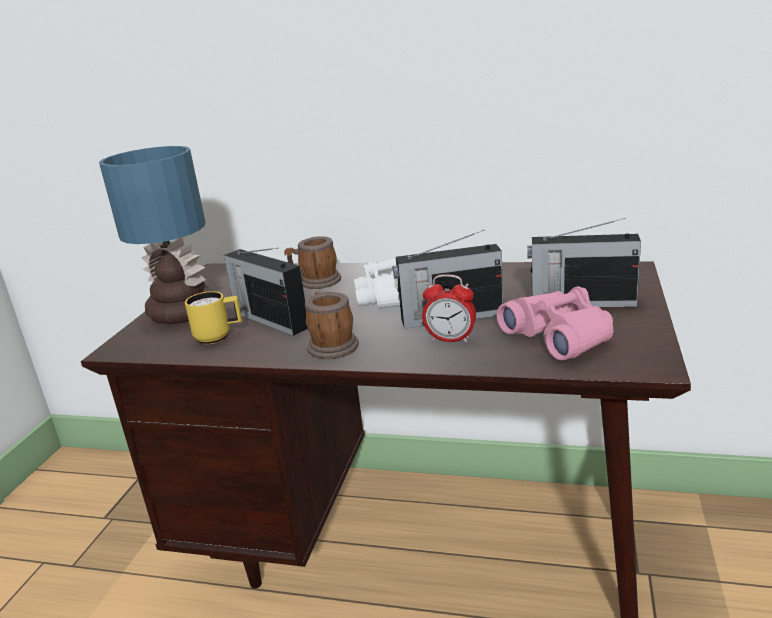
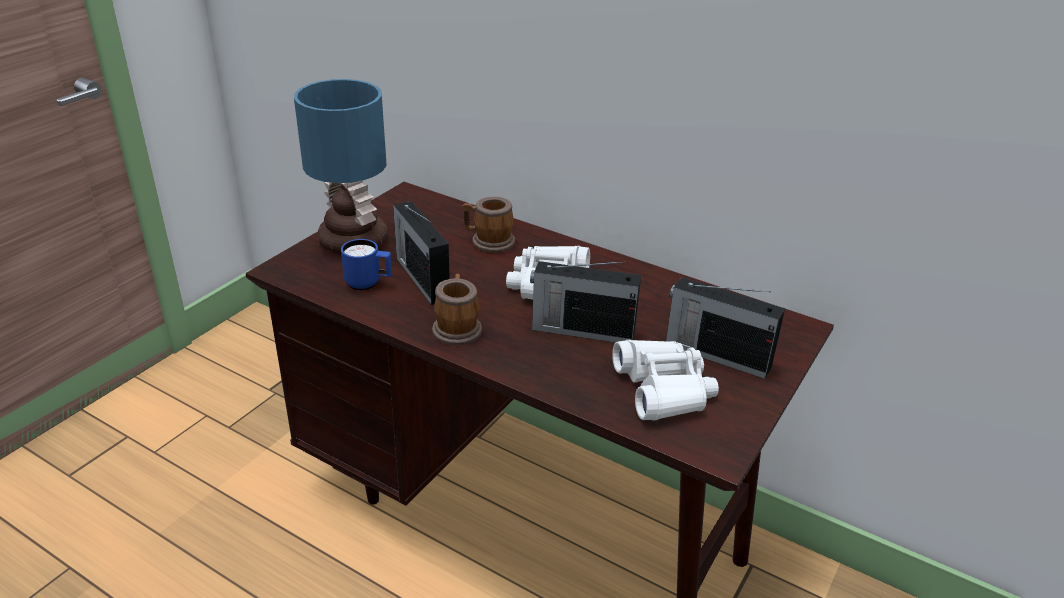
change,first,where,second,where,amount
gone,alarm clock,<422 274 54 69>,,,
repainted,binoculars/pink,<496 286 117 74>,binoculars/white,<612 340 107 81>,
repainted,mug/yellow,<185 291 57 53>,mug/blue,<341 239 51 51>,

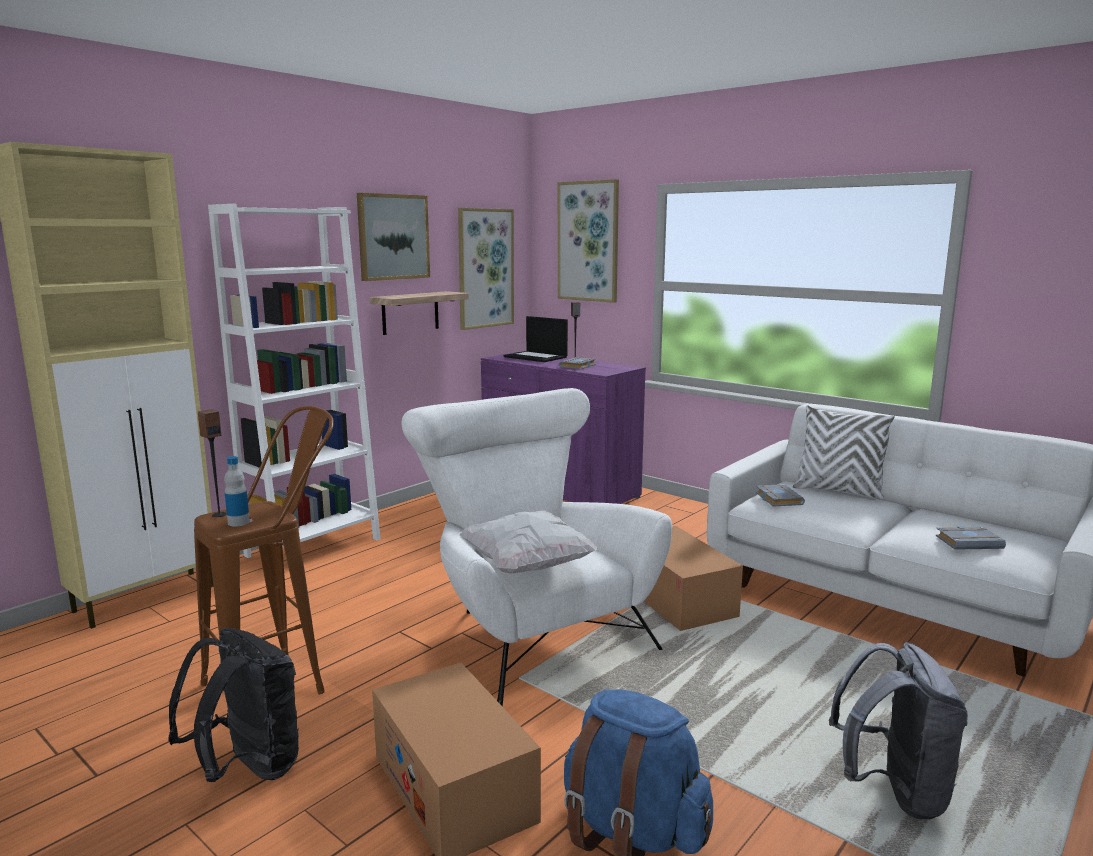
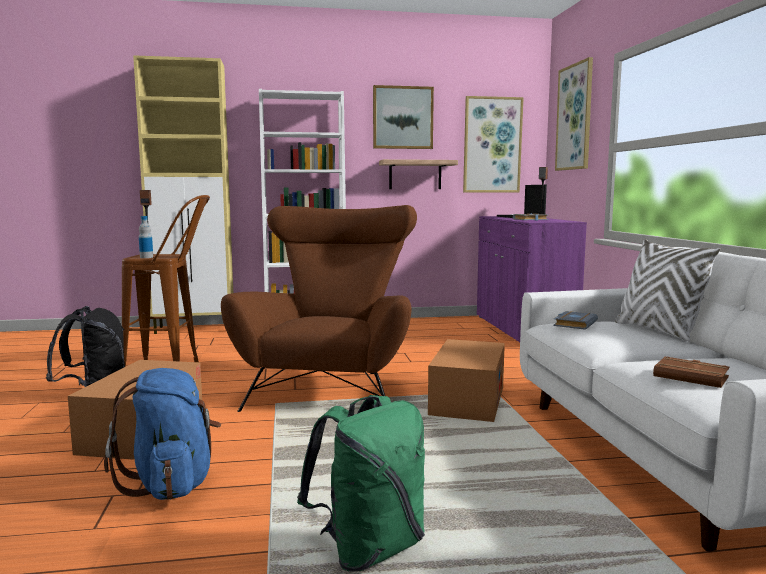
change,first,where,second,where,amount
repainted,armchair/white,<402 388 270 318>,armchair/brown,<221 205 196 207>,
gone,pillow/white,<459 510 138 63>,,,
repainted,book/grey,<936 526 70 24>,book/brown,<653 357 77 31>,
repainted,backpack/grey,<829 642 139 178>,backpack/green,<297 395 128 177>,

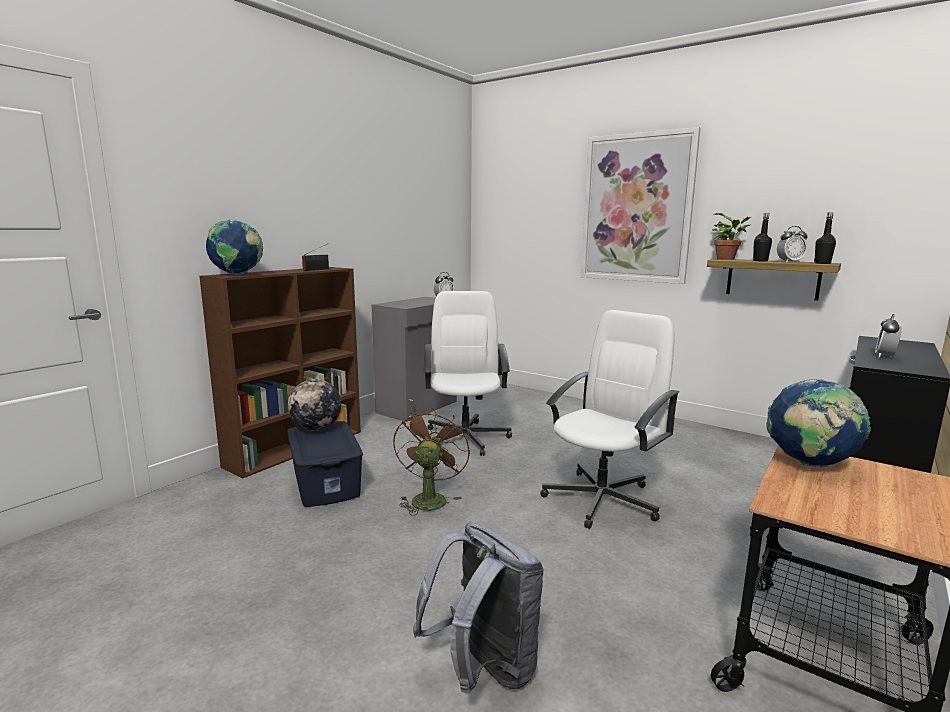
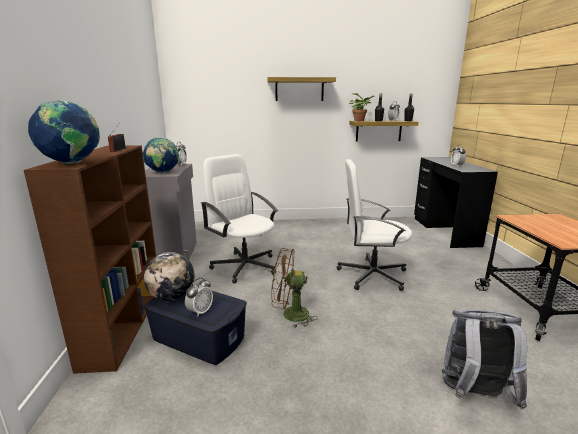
change,first,where,second,where,amount
swapped,picture,<581 127 120 157>,shelf,<267 77 69 24>,
rotated,office chair/white,<540 310 139 219>,,<337 159 75 132>,90 degrees counterclockwise
shifted,globe,<766 379 105 89>,,<143 138 36 35>,
rotated,fan/brown,<393 407 77 109>,,<271 248 47 80>,60 degrees counterclockwise
new,,,alarm clock,<185 278 28 39>,

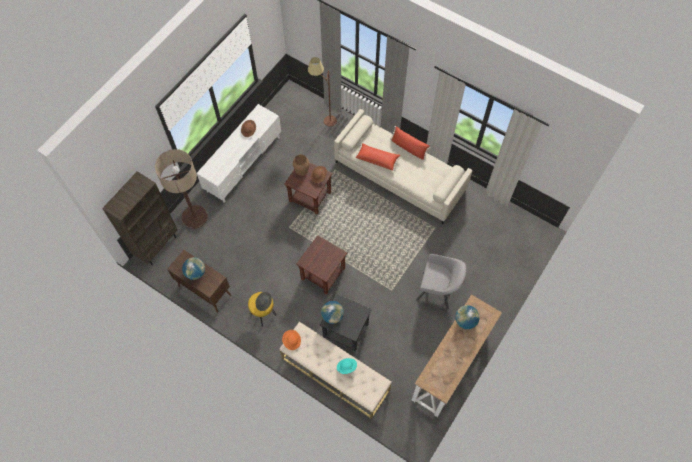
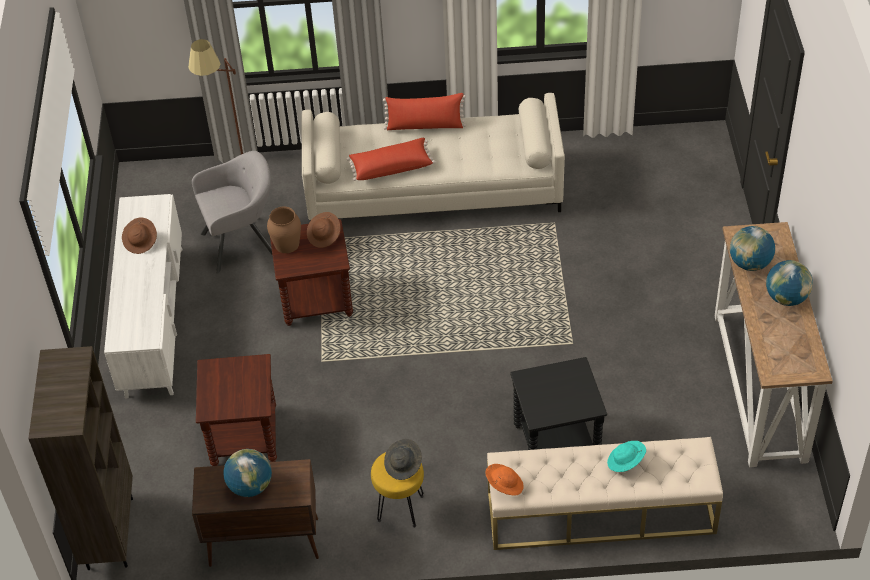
change,first,where,second,where,amount
gone,floor lamp,<155 149 53 80>,,,
shifted,side table/brown,<297 235 50 59>,,<196 354 81 112>,
shifted,armchair/grey,<416 254 50 55>,,<192 151 80 123>,
shifted,globe,<321 301 23 23>,,<766 260 47 46>,

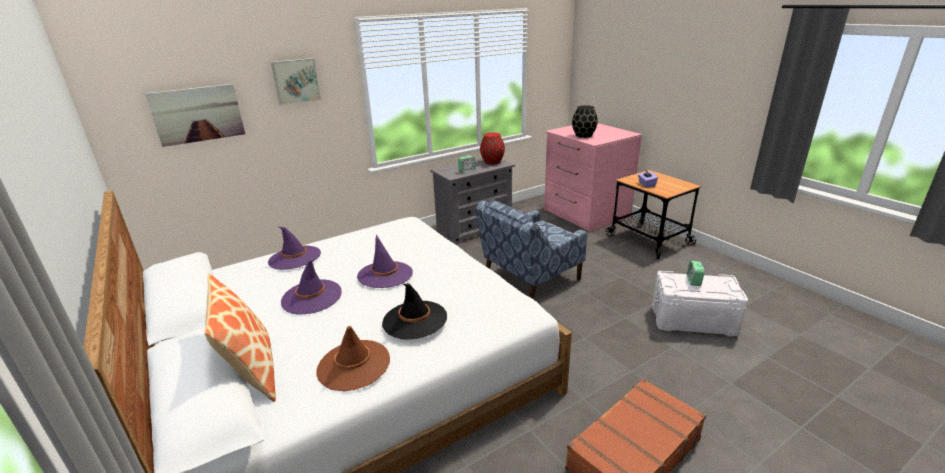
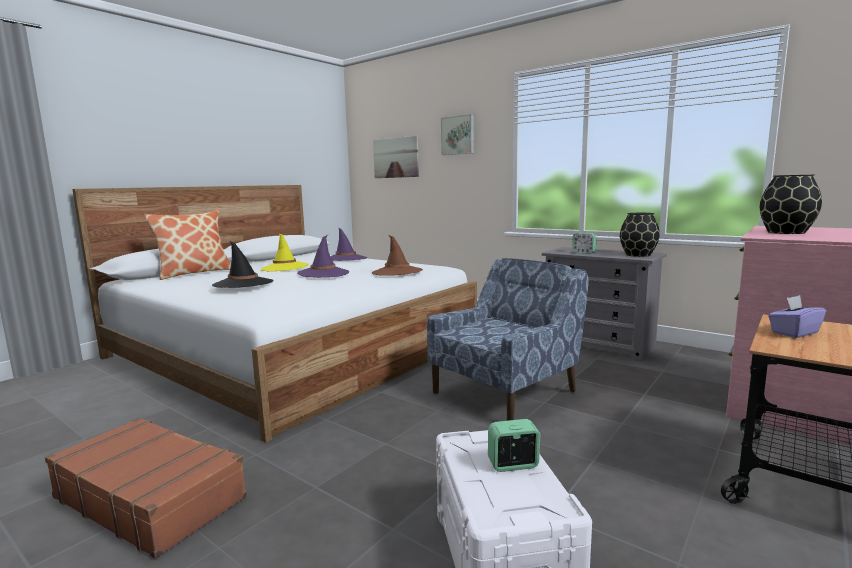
change,first,where,second,where,amount
repainted,vase/red,<480 133 25 31>,vase/black,<620 213 40 44>,
rotated,armchair/blue,<476 200 111 99>,,<427 258 162 163>,105 degrees clockwise
repainted,hat/purple,<281 261 61 54>,hat/yellow,<260 234 49 37>,
shifted,hat/brown,<316 326 74 65>,,<372 235 51 41>,

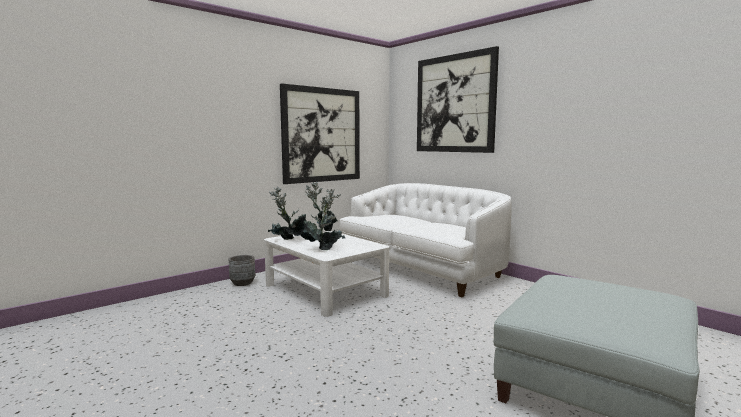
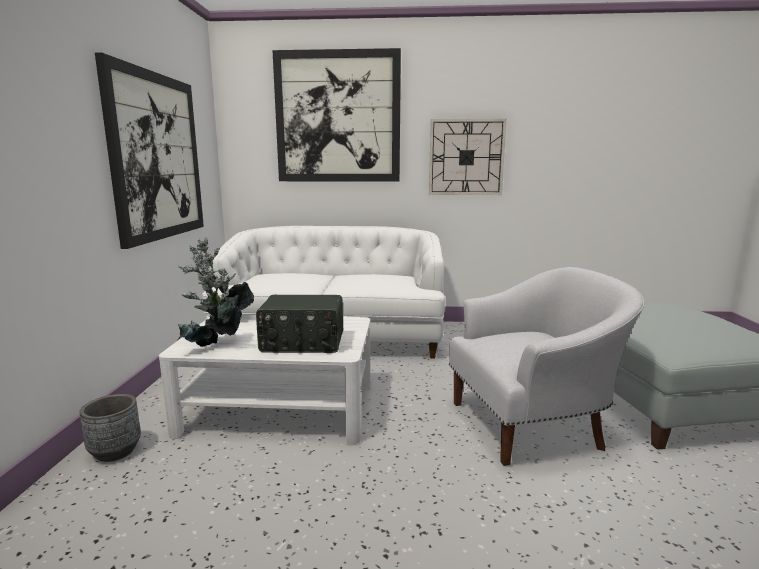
change,first,where,second,where,amount
swapped,potted plant,<300 189 46 61>,radio,<256 295 87 58>,
new,,,wall clock,<429 119 77 76>,
new,,,armchair/white,<449 267 195 199>,

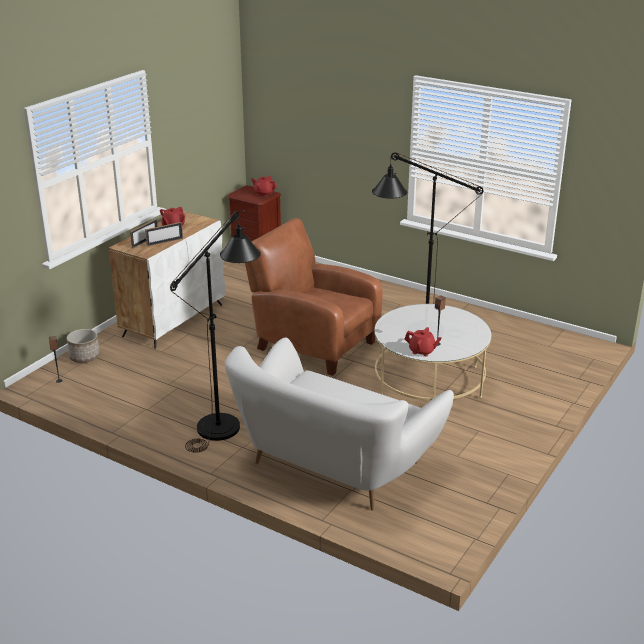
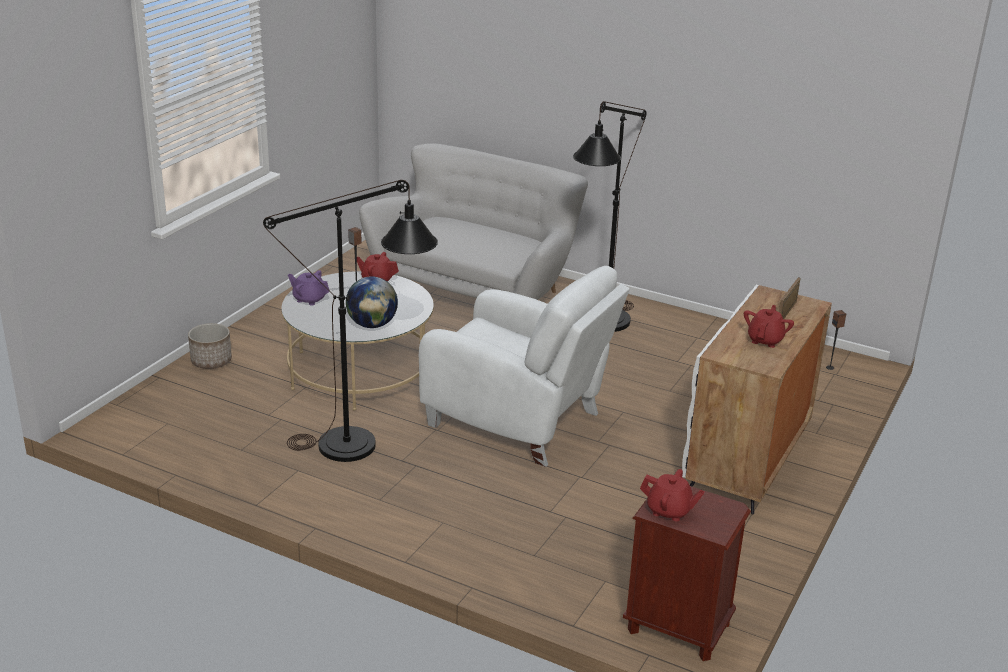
change,first,where,second,where,amount
repainted,armchair/brown,<245 218 138 158>,armchair/white,<419 266 211 201>,
gone,picture frame,<145 222 38 24>,,,
shifted,planter,<67 329 33 34>,,<188 323 44 46>,
new,,,teapot/purple,<288 270 41 36>,
new,,,globe,<346 276 52 52>,

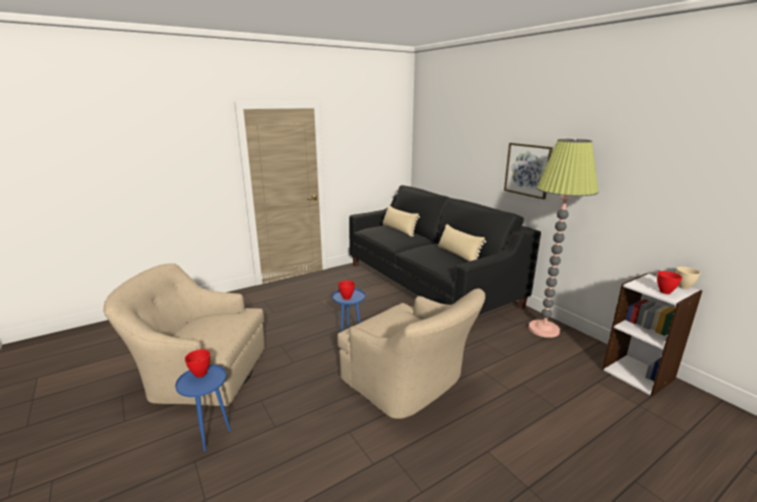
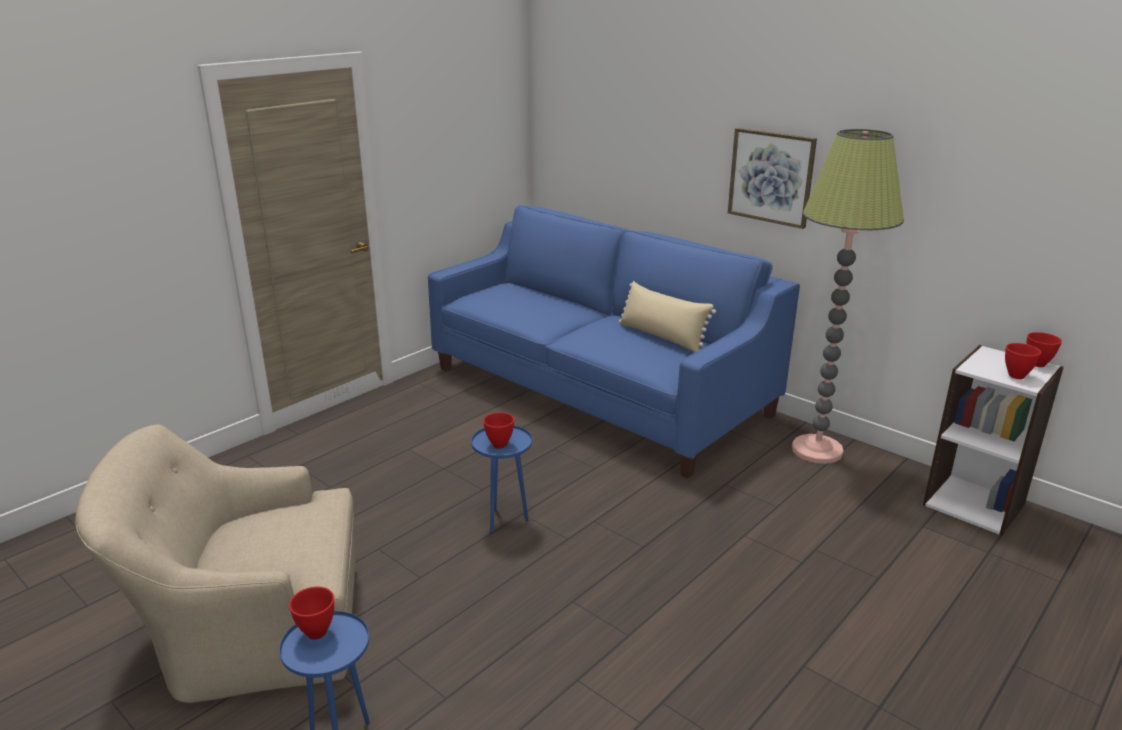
change,first,where,second,where,amount
repainted,sofa/black,<349 185 192 130>,sofa/blue,<428 205 372 273>,
gone,pillow/beige,<382 205 38 32>,,,
repainted,bowl/beige,<676 267 25 22>,bowl/red,<1026 332 36 35>,
gone,armchair/beige,<337 289 148 130>,,,

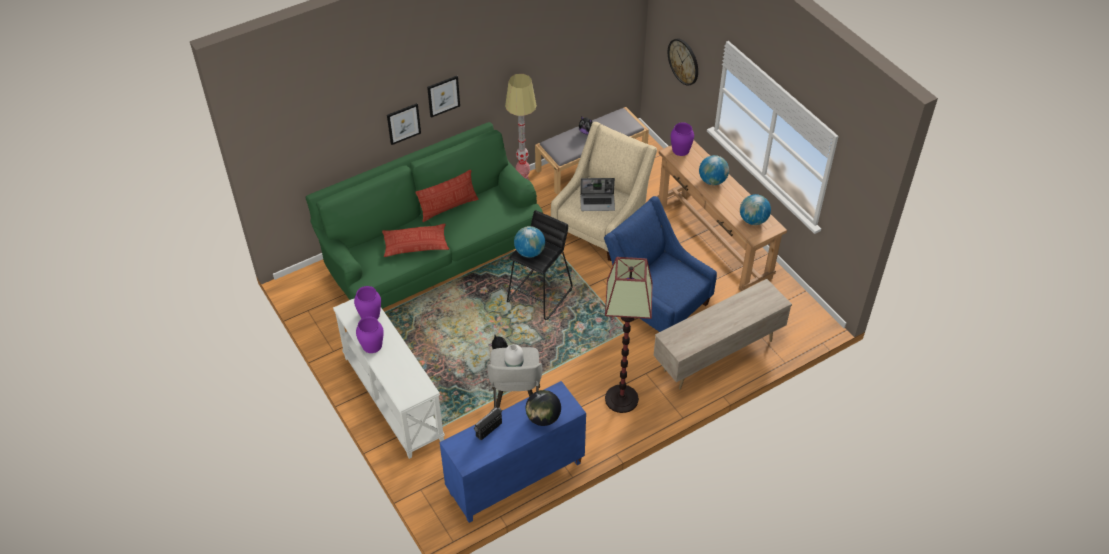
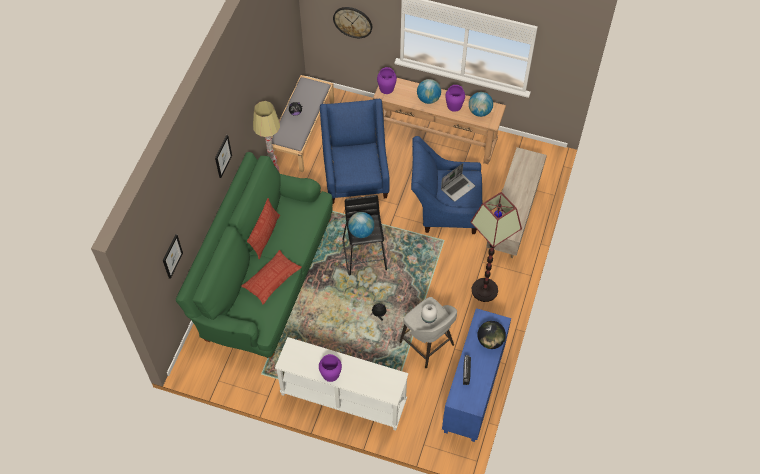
change,first,where,second,where,amount
shifted,picture,<387 103 34 42>,,<163 234 20 45>,
repainted,armchair/beige,<551 122 106 139>,armchair/blue,<320 99 70 105>,
shifted,laptop,<580 178 35 33>,,<441 163 34 39>,
shifted,vase/purple,<354 286 27 33>,,<445 85 20 27>,

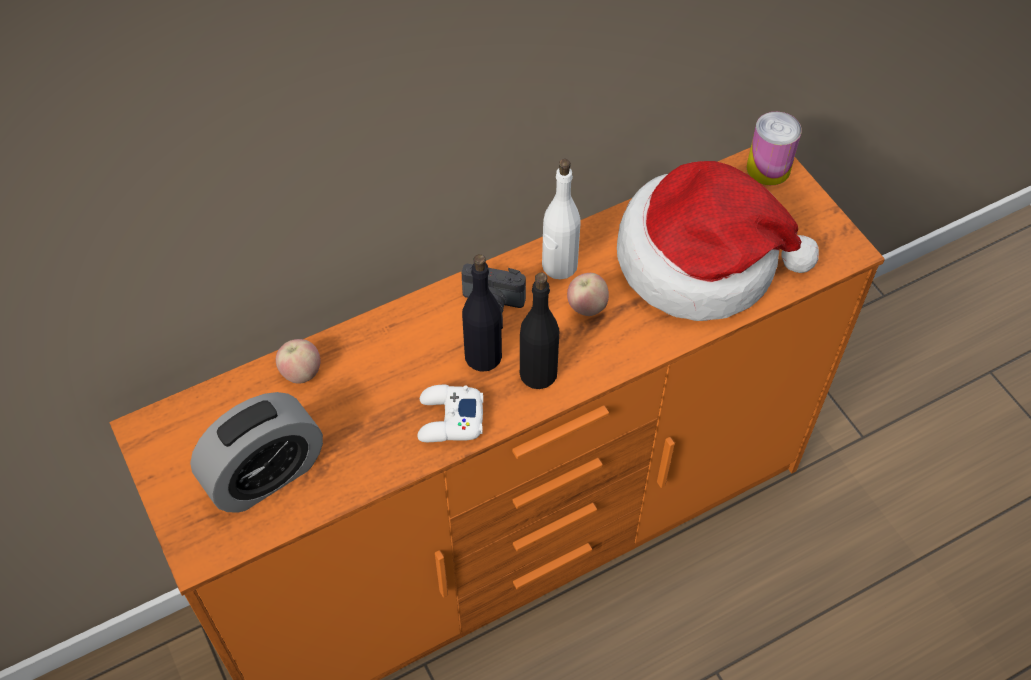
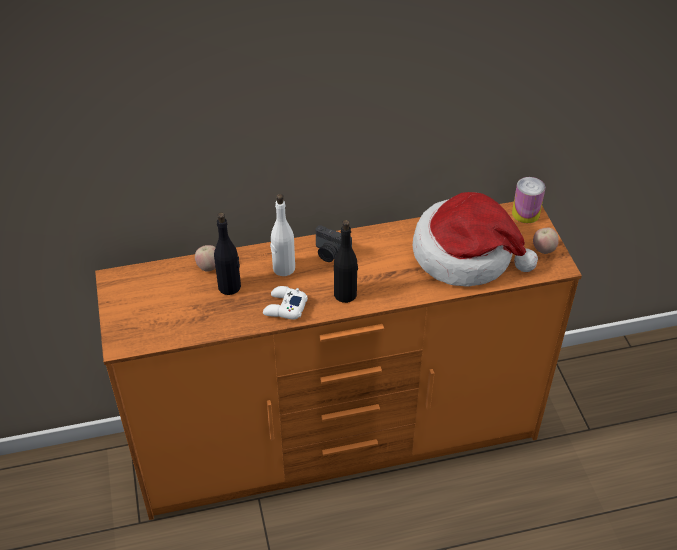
change,first,where,second,where,amount
shifted,bottle/white,<542 159 39 120>,,<270 194 25 82>,
shifted,bottle/black,<462 254 41 118>,,<214 212 27 83>,
shifted,apple,<567 273 42 43>,,<533 228 26 26>,
gone,alarm clock,<190 392 133 120>,,,

